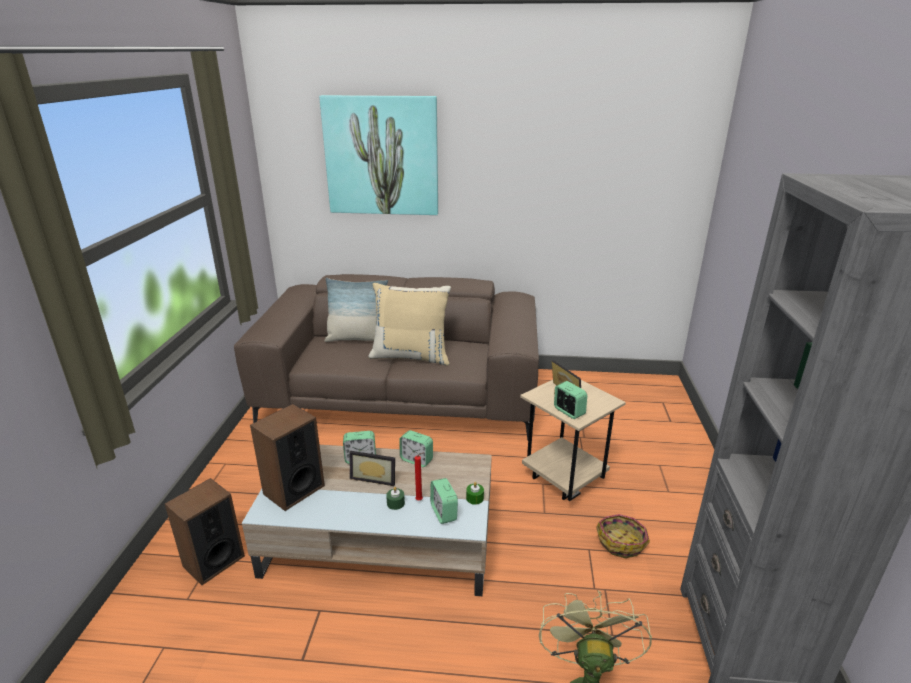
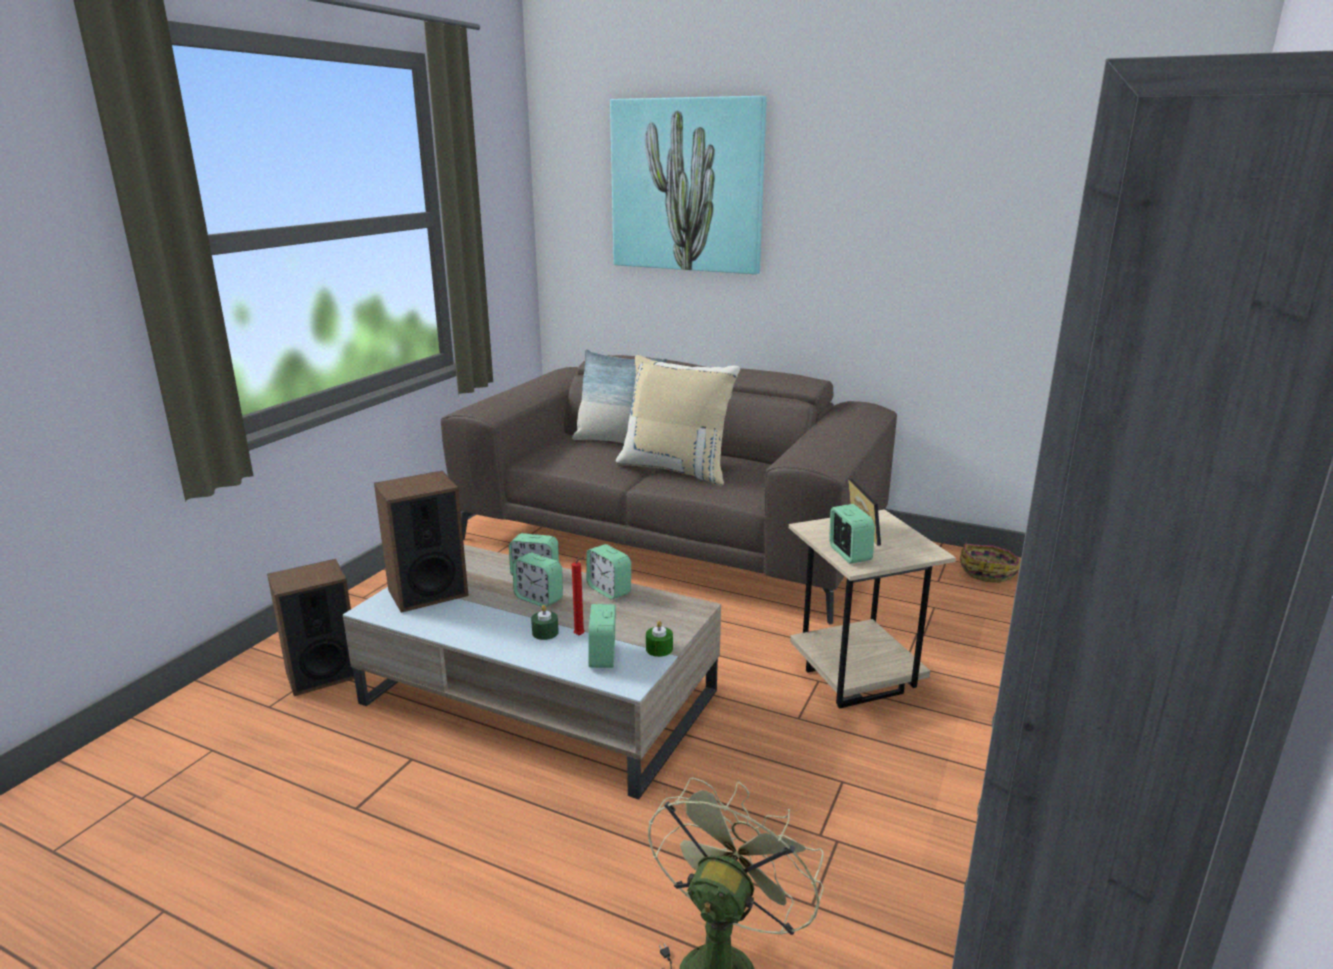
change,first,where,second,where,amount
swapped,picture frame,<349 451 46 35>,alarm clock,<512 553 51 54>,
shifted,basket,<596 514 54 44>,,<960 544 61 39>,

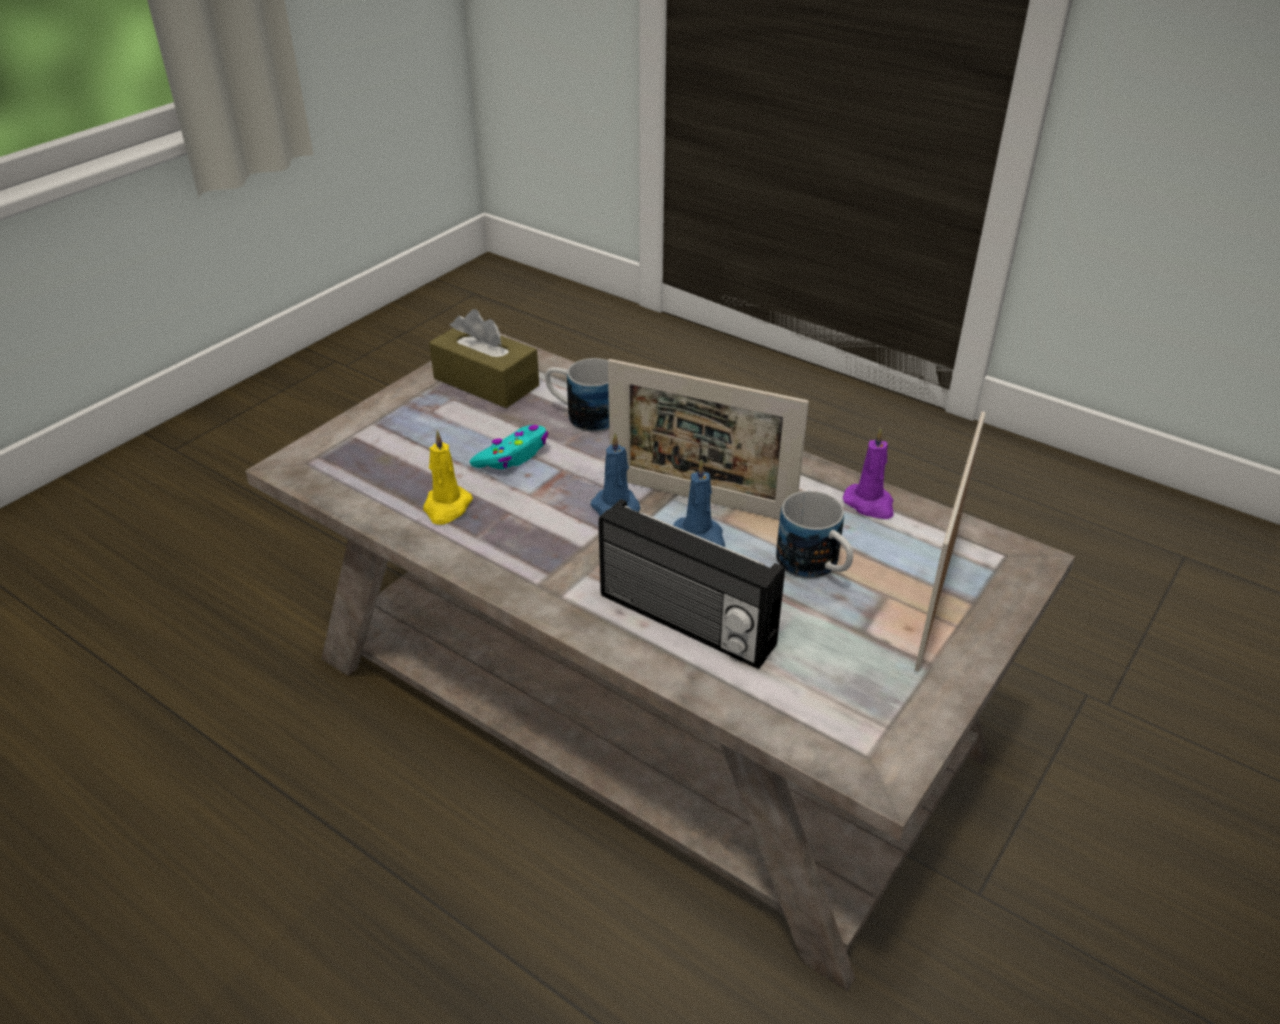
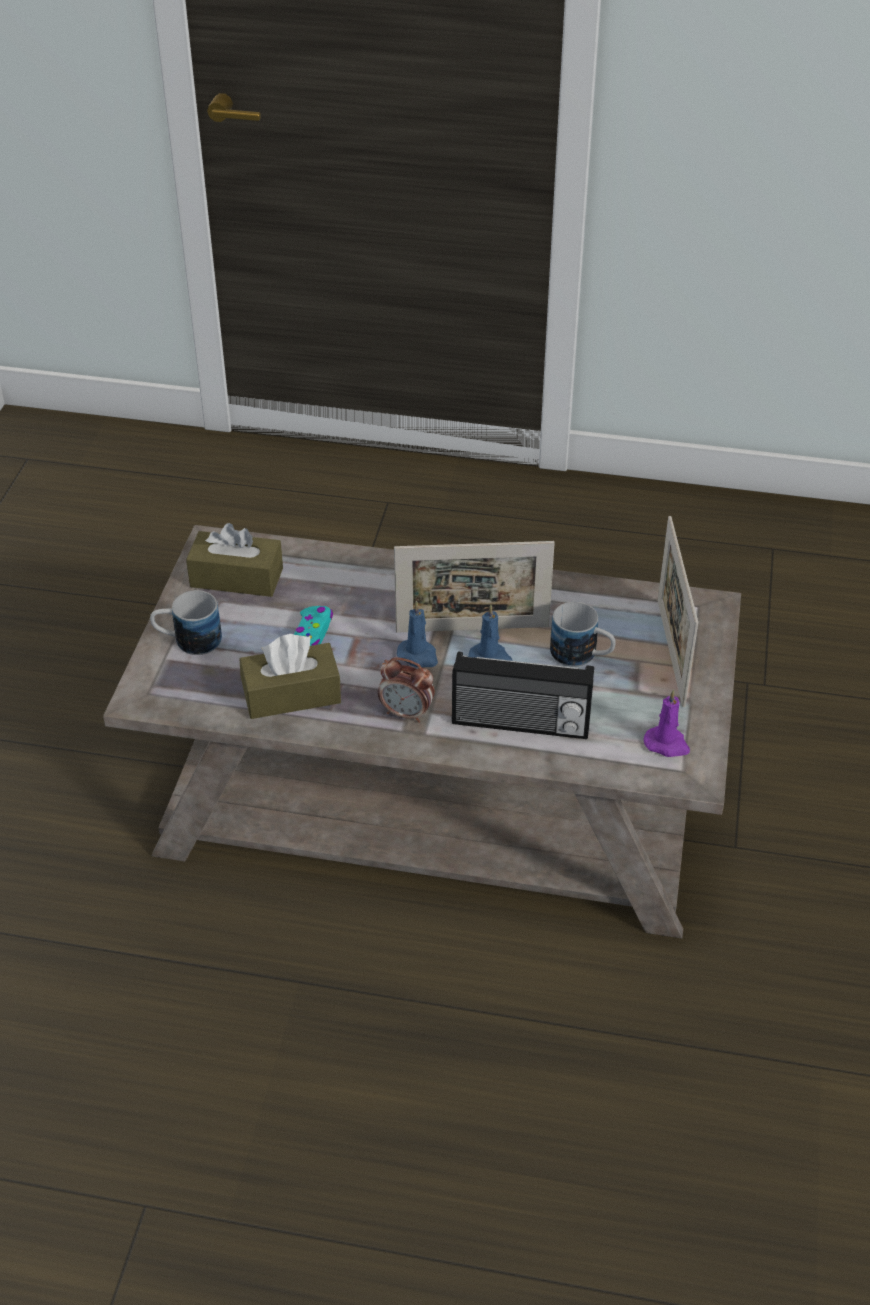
change,first,where,second,where,amount
shifted,mug,<545 358 64 74>,,<150 590 72 65>,
shifted,candle/purple,<843 428 50 91>,,<644 689 46 68>,
swapped,candle/yellow,<423 431 50 94>,tissue box/brown,<240 634 101 85>,
new,,,alarm clock,<378 657 57 66>,

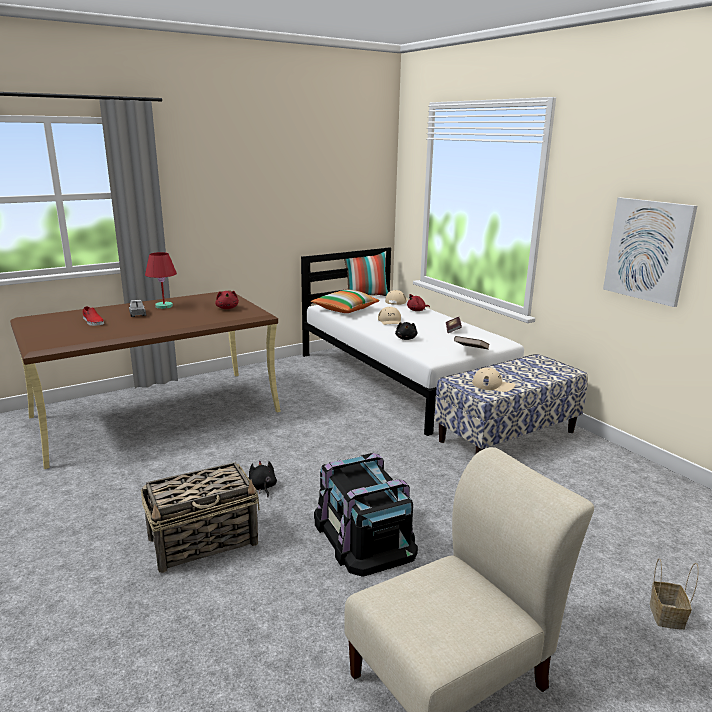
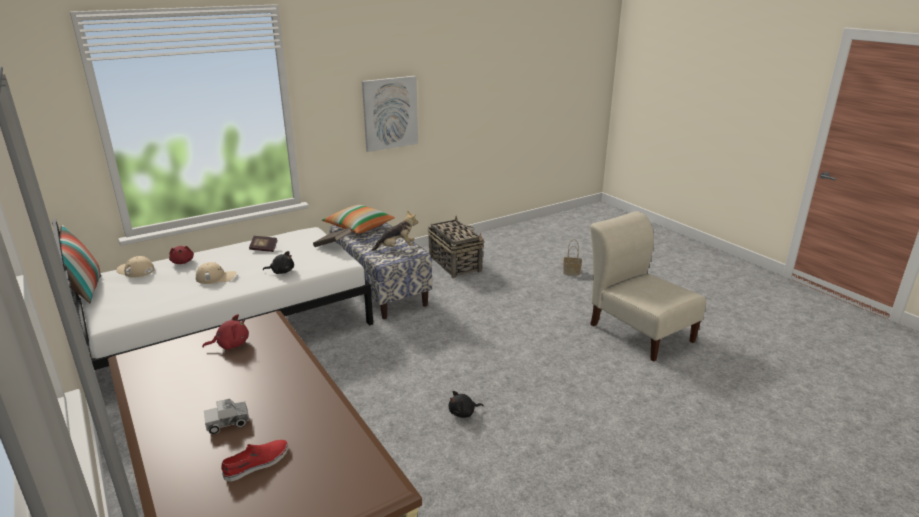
change,first,where,second,where,amount
gone,table lamp/red,<145 252 32 57>,,,
shifted,pillow,<311 290 69 23>,,<322 205 73 29>,
swapped,cap/beige,<472 368 43 24>,plush toy,<371 211 47 40>,
gone,storage box/black,<314 453 104 124>,,,
shifted,basket,<141 462 119 111>,,<428 215 56 64>,

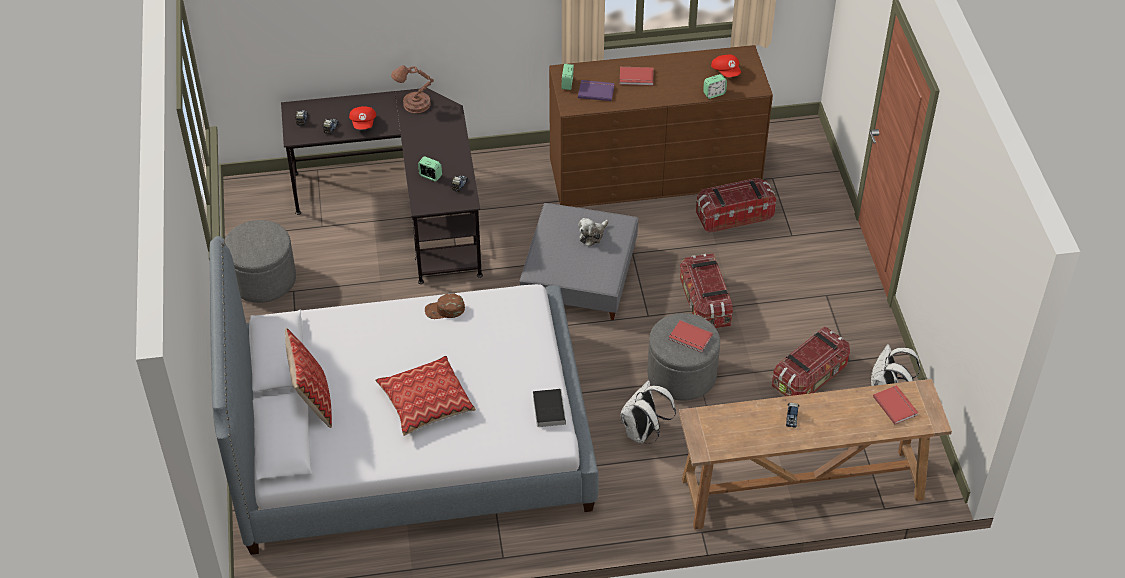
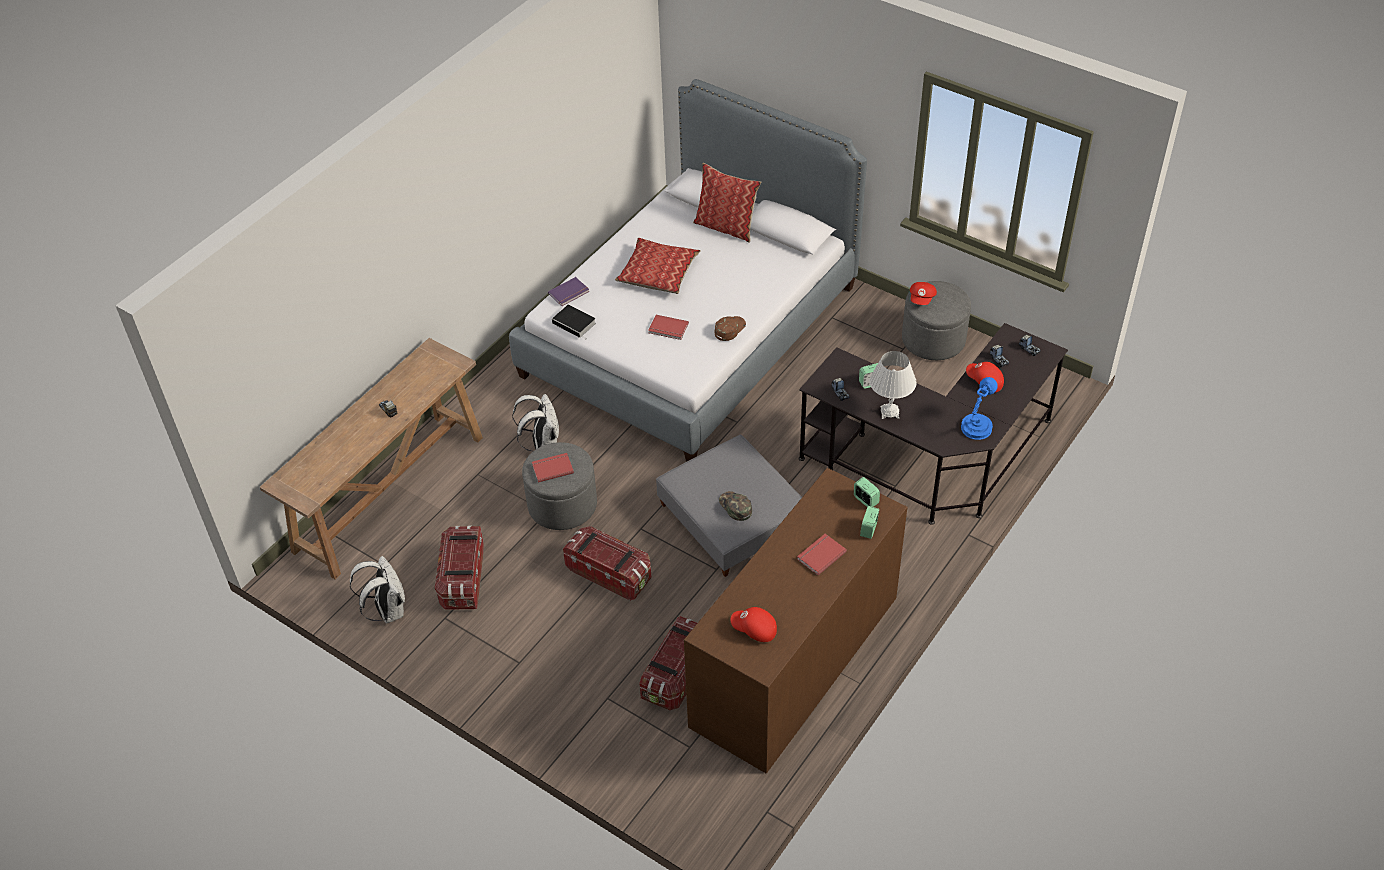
change,first,where,second,where,amount
repainted,table lamp/brown,<391 65 43 48>,table lamp/blue,<961 377 37 63>,
shifted,alarm clock,<703 74 24 25>,,<860 506 19 33>,
shifted,book/purple,<578 80 37 21>,,<548 277 41 29>,
swapped,plush toy,<578 218 31 29>,cap/green,<719 491 33 30>,
shifted,book/red,<873 385 45 40>,,<648 315 41 25>,
new,,,cap/red,<910 282 27 23>,
new,,,table lamp/white,<869 351 48 68>,

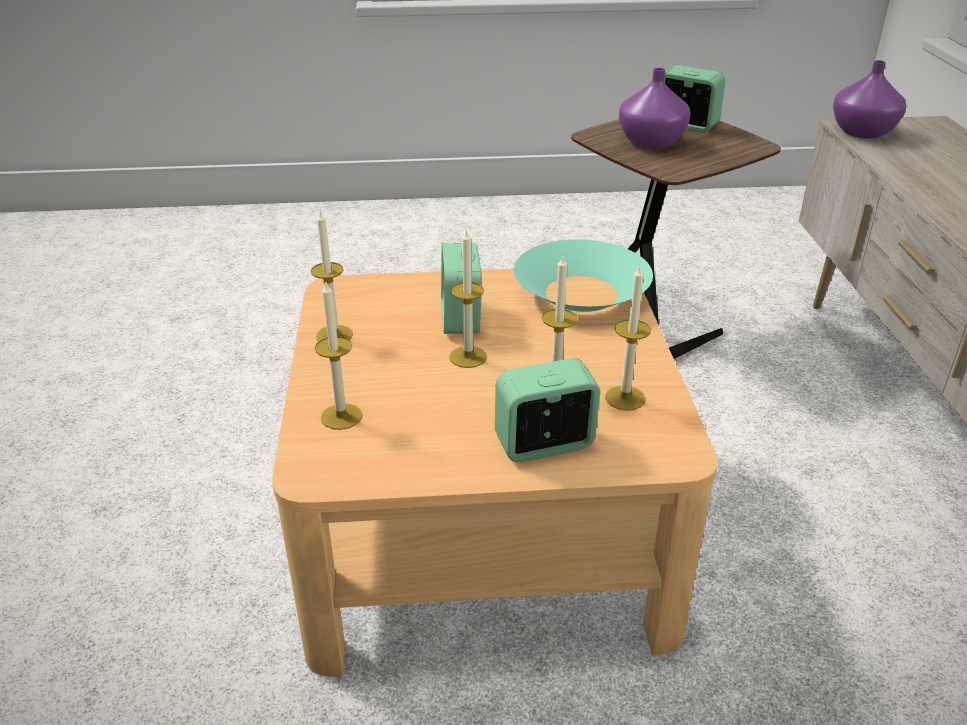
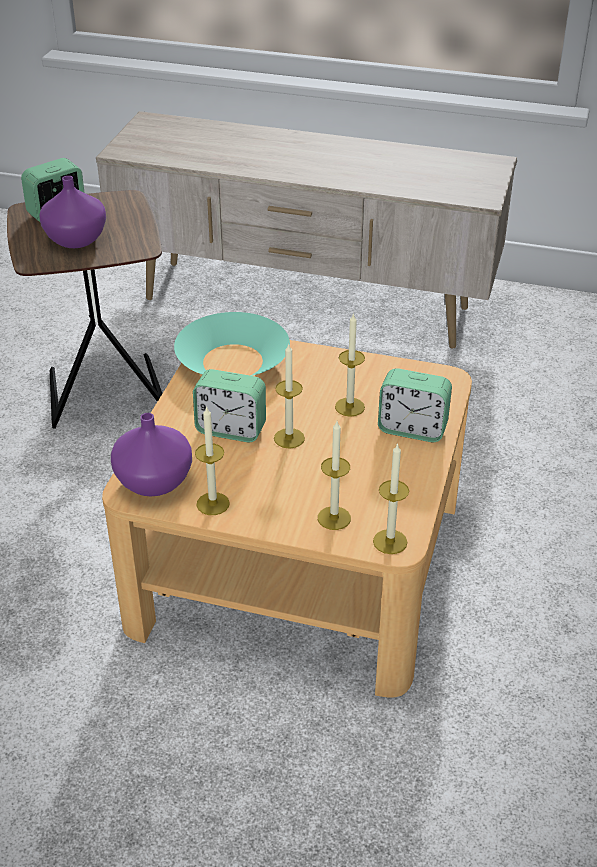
change,first,where,second,where,amount
shifted,vase/purple,<833 60 73 79>,,<111 413 81 83>,
shifted,candle,<605 265 46 146>,,<373 443 36 111>,
rotated,alarm clock,<495 358 105 104>,,<378 368 74 74>,75 degrees counterclockwise

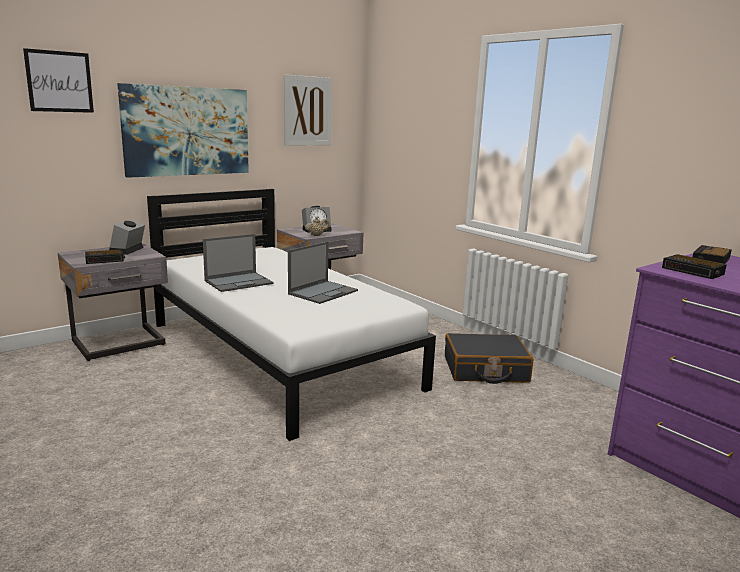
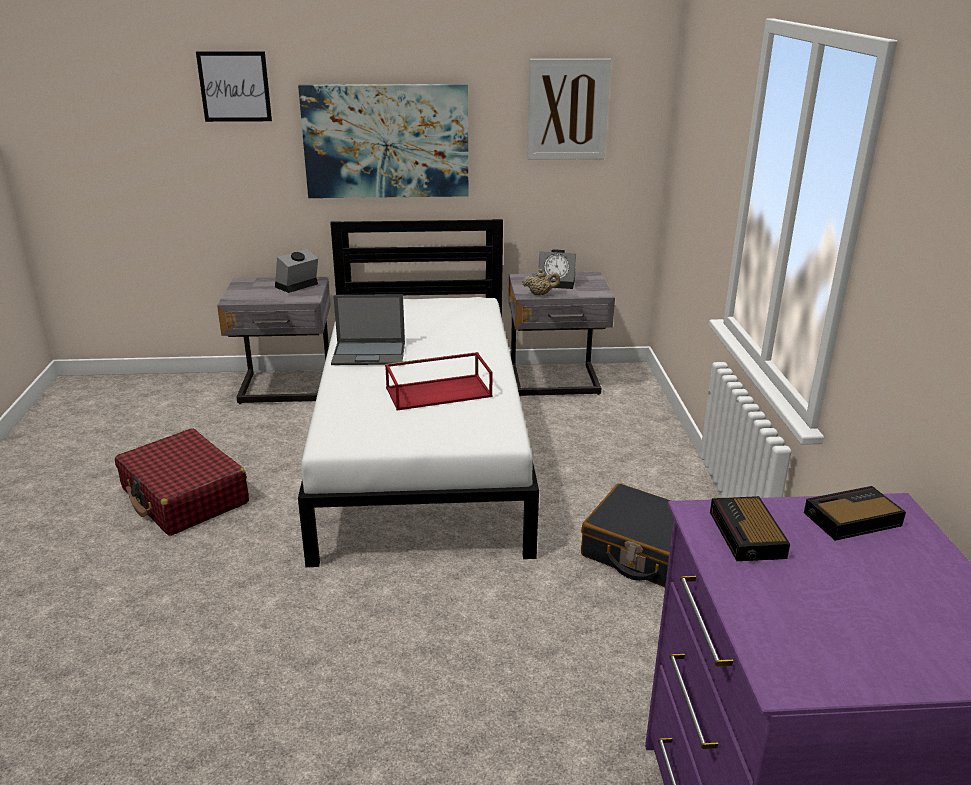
change,first,where,second,where,amount
swapped,laptop,<288 241 70 63>,tray/red,<385 352 108 58>,
gone,alarm clock,<85 250 40 14>,,,
new,,,suitcase/red,<115 428 134 108>,

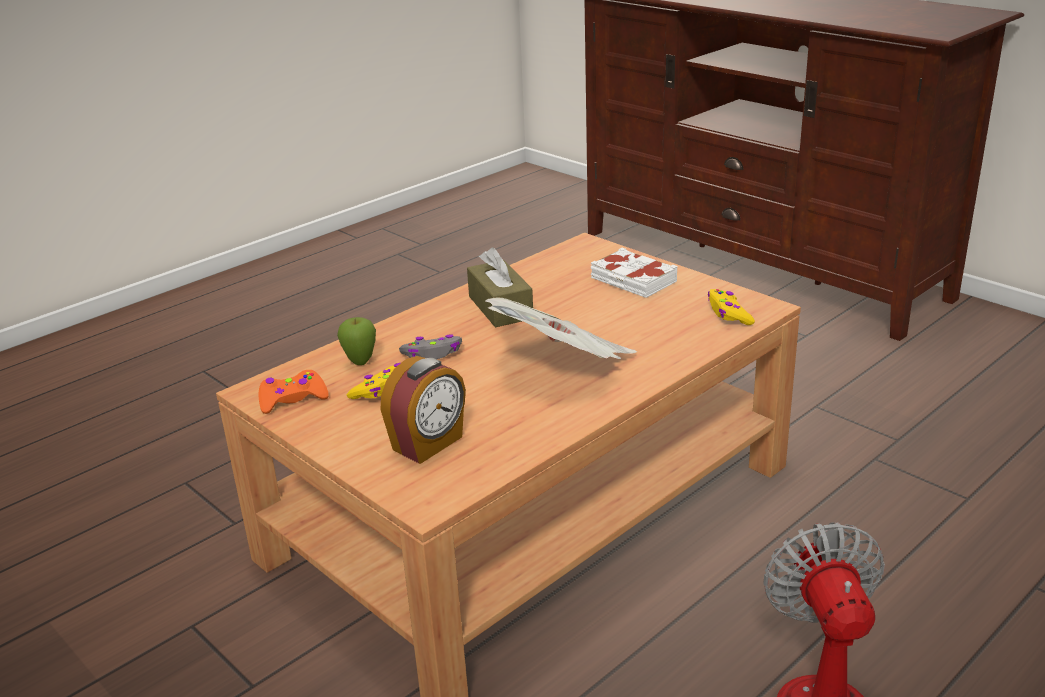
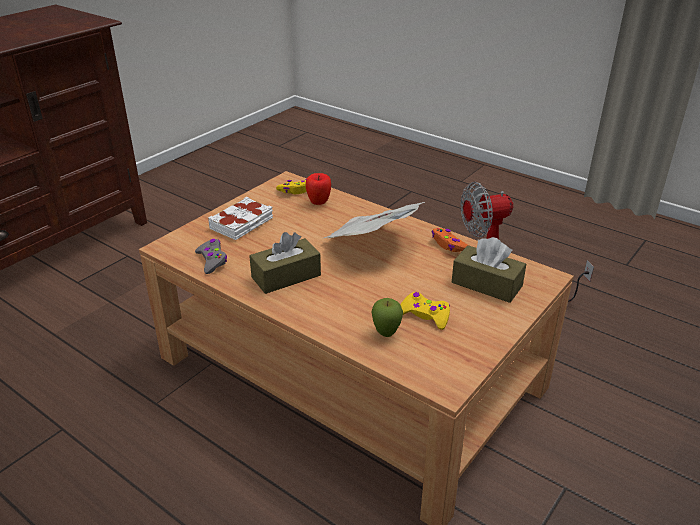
change,first,where,second,where,amount
shifted,game controller/grey,<399 334 63 25>,,<195 239 32 35>,
swapped,alarm clock,<380 356 86 108>,tissue box/brown,<452 237 74 66>,
shifted,game controller/orange,<259 370 70 44>,,<432 228 36 24>,
new,,,apple,<306 173 25 32>,

